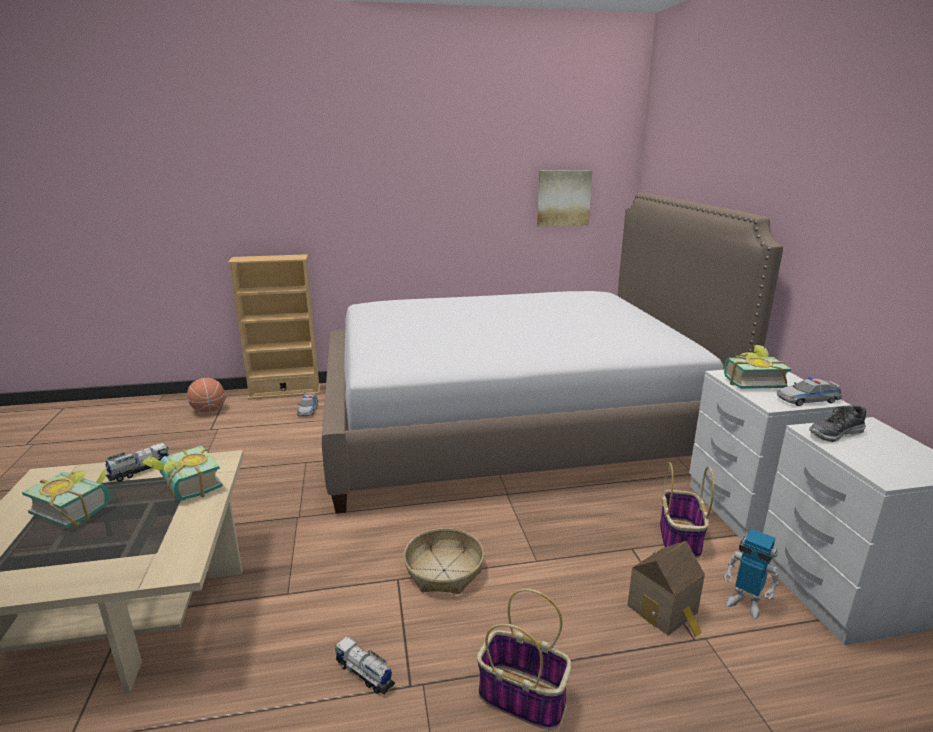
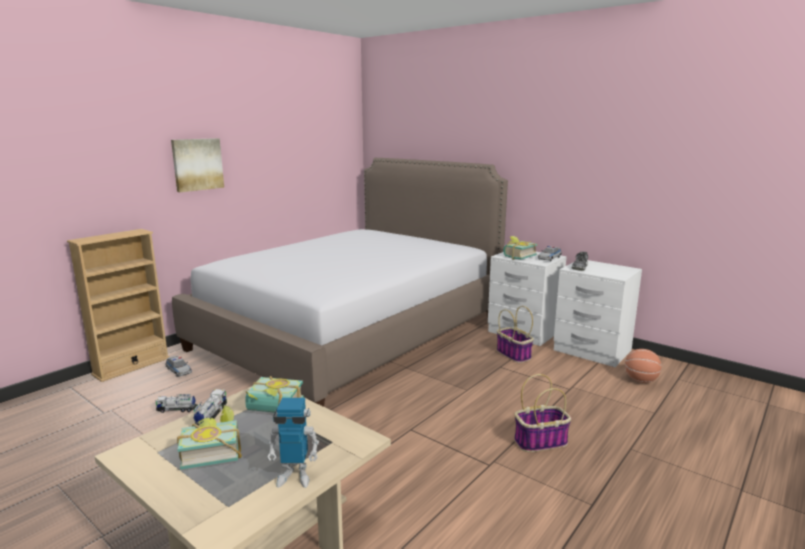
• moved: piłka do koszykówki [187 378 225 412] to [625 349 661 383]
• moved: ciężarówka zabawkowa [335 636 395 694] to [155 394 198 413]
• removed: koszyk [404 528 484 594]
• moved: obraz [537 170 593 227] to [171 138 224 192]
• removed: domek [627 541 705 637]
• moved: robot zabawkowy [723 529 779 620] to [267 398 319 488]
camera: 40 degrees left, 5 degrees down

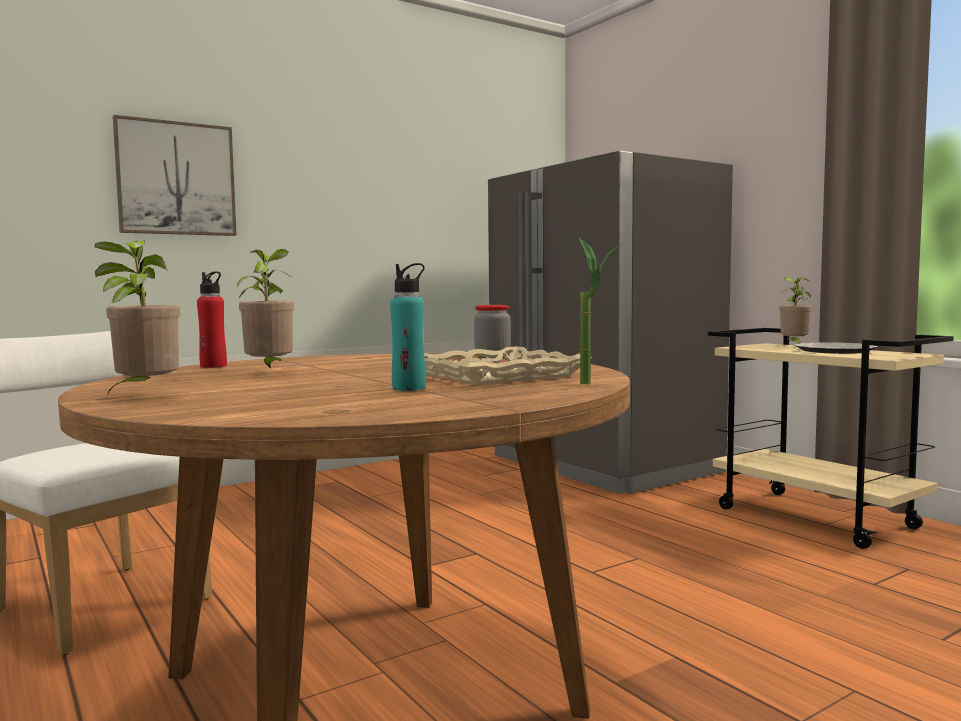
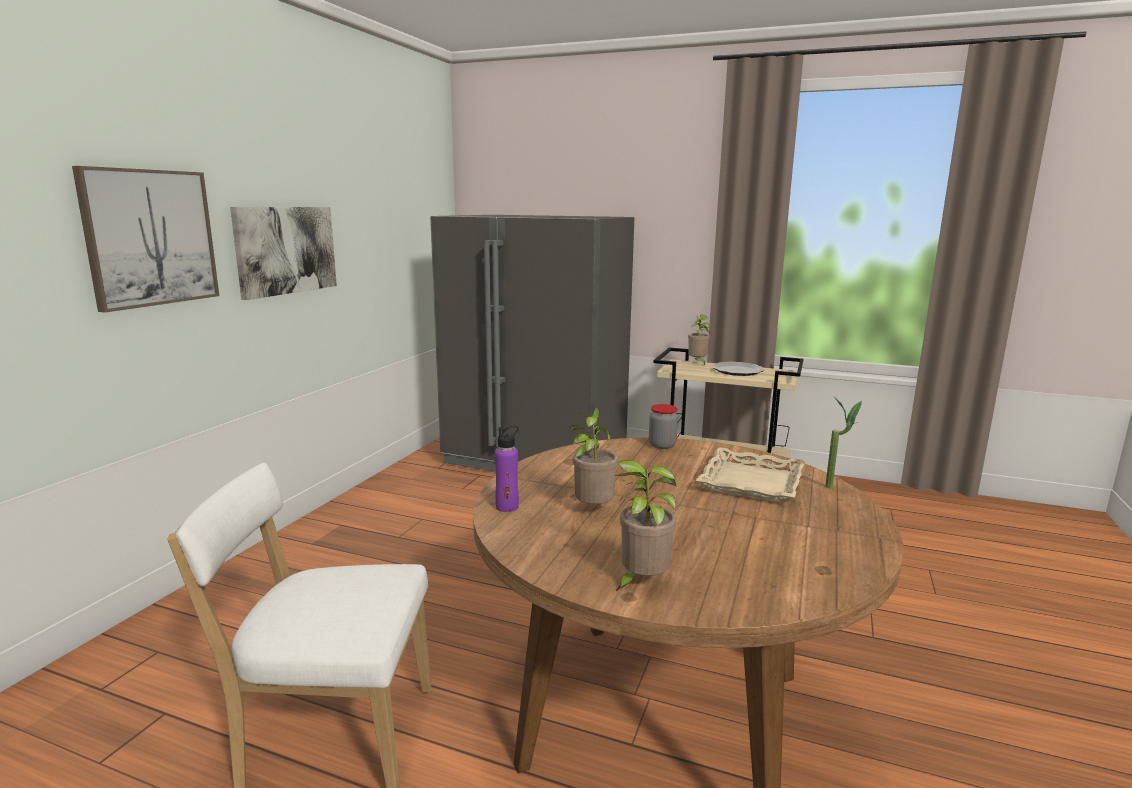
• recoloured: butelka (czerwony) [197 272 227 368] to butelka (fioletowy) [495 425 519 512]
• removed: butelka (turkusowy) [390 263 426 391]
• added: obraz [230 207 337 300]
camera: 35 degrees left, 10 degrees up

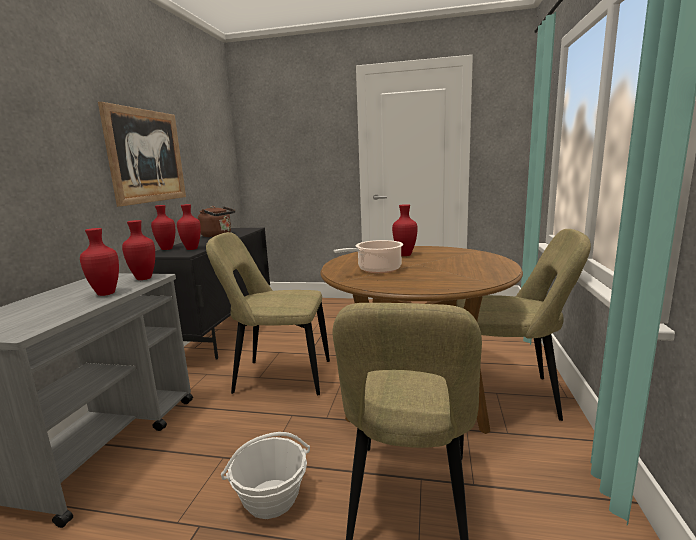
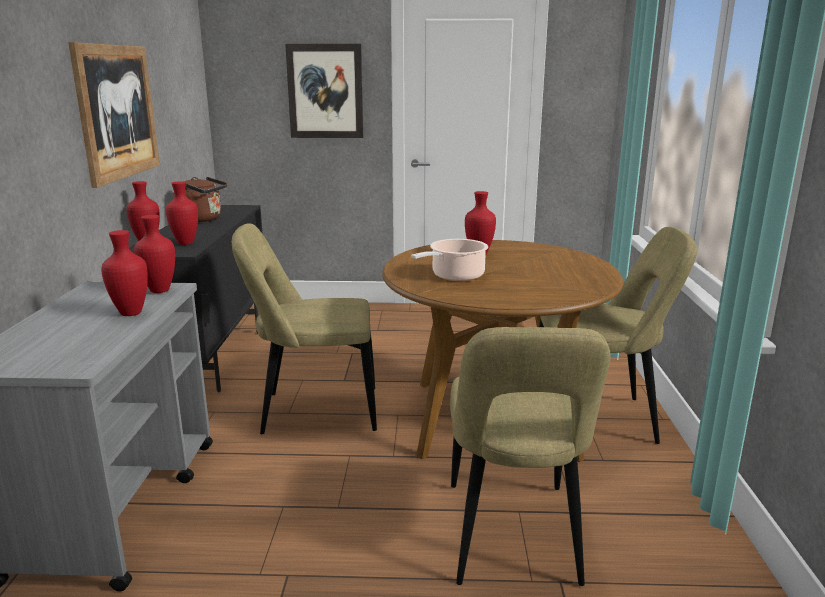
• removed: koszyk [221 432 310 519]
• added: obraz [285 44 364 138]
camera: 10 degrees left, 5 degrees up

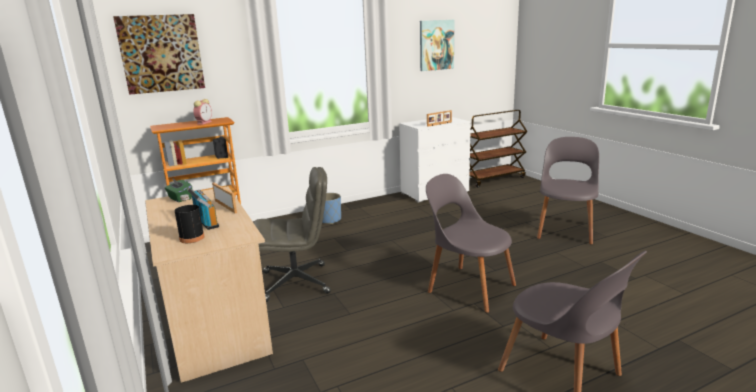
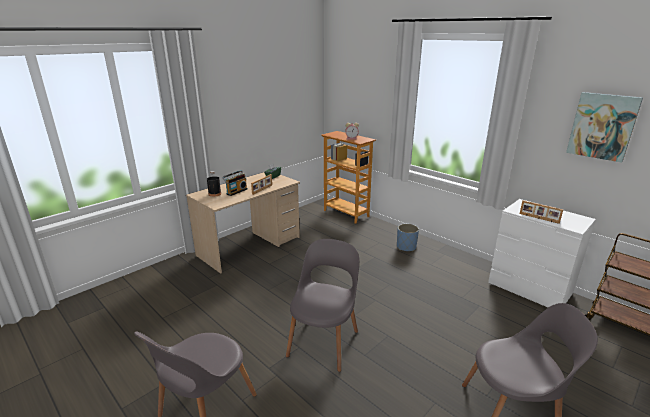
• removed: obraz [113 14 205 95]
• removed: krzesło biurowe (szary) [254 167 331 302]
camera: 70 degrees right, 5 degrees up

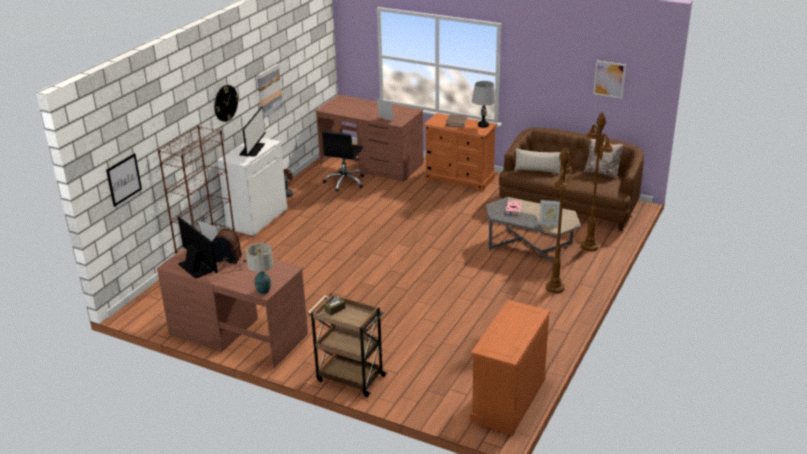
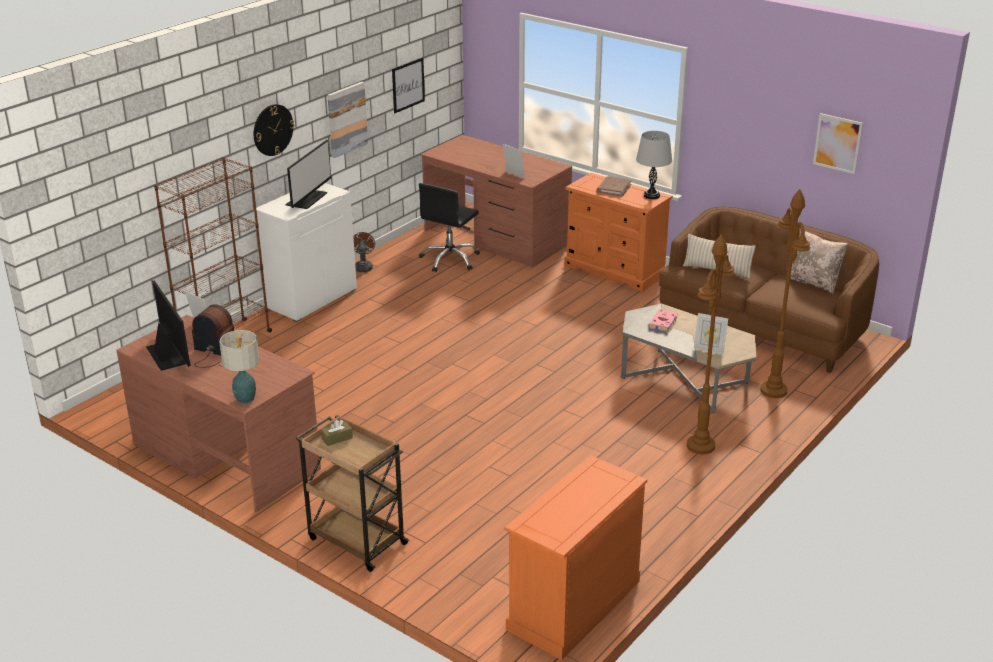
• moved: obraz [106 153 142 207] to [392 57 425 113]
camera: 10 degrees right, 0 degrees up

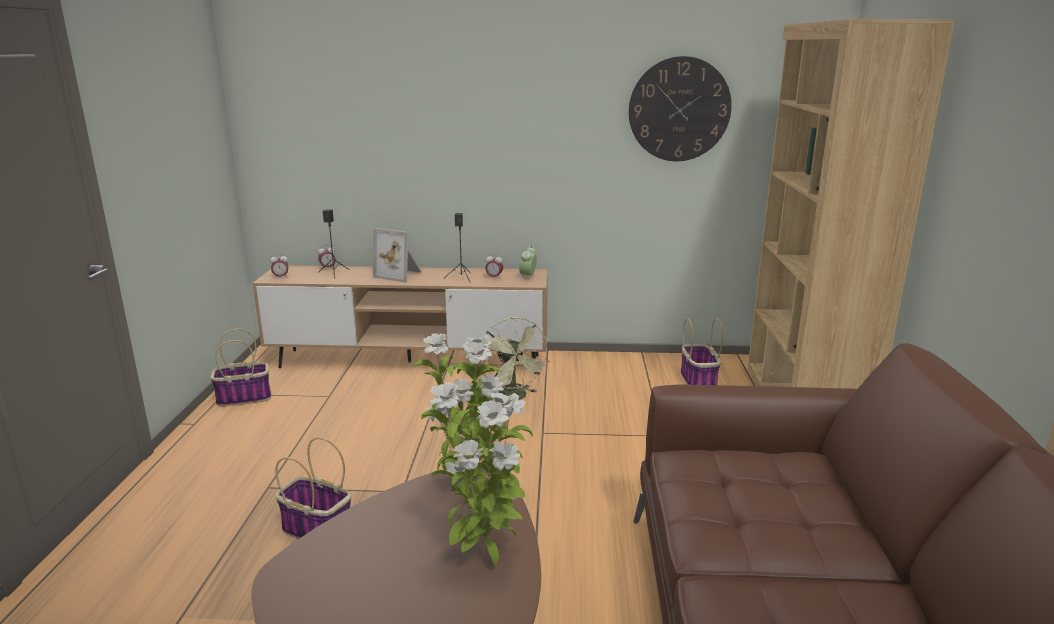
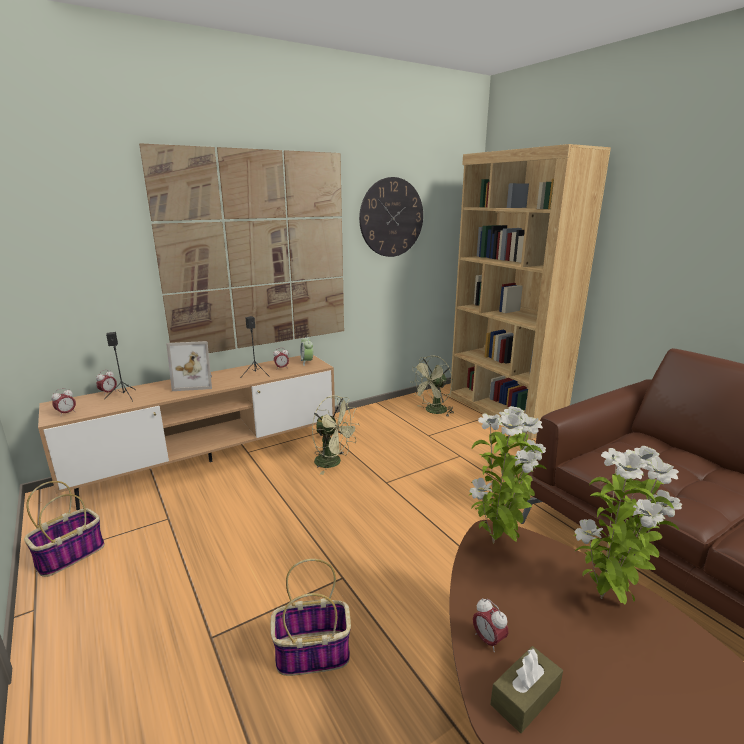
• replaced: koszyk [681 318 723 385] to wentylator (zielony) [410 355 453 417]
• added: obraz [139 143 344 353]
• added: budzik [473 598 508 652]
• added: pudełko chusteczek (brązowy) [490 646 563 733]
camera: 35 degrees left, 0 degrees up

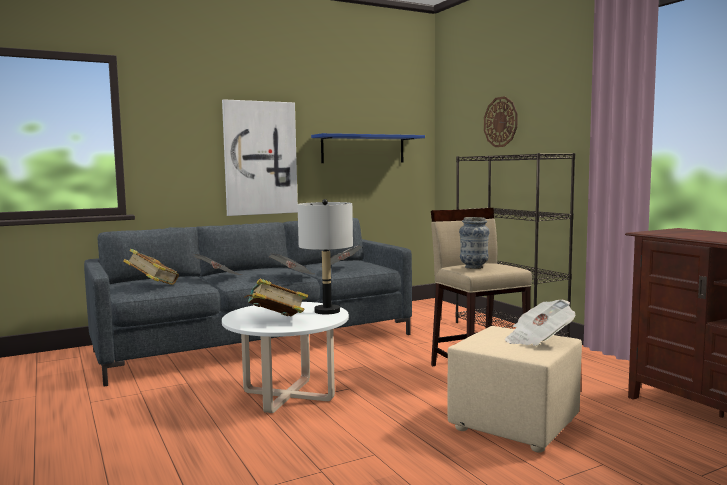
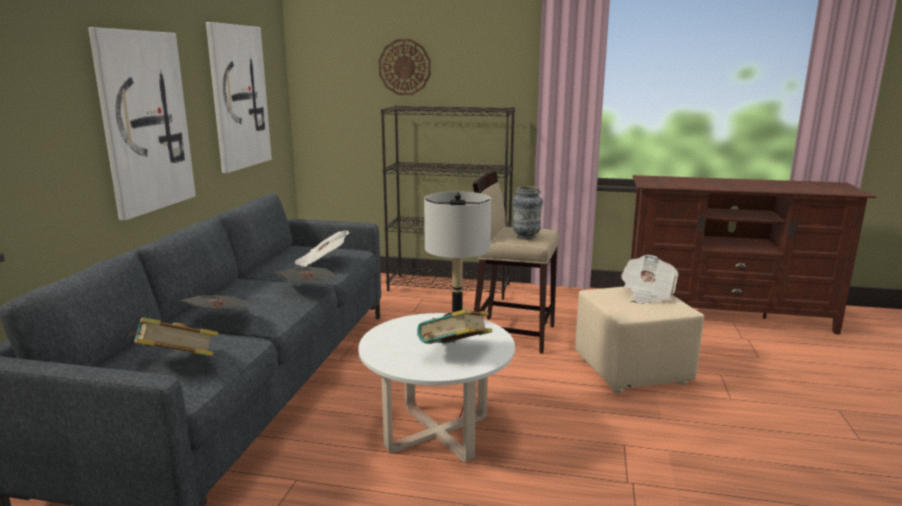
• replaced: półka (niebieski) [311 133 425 163] to obraz [206 22 272 173]
camera: 50 degrees left, 10 degrees up

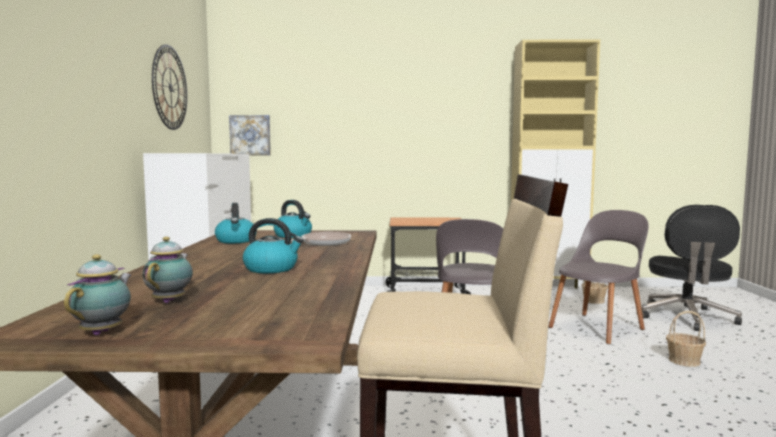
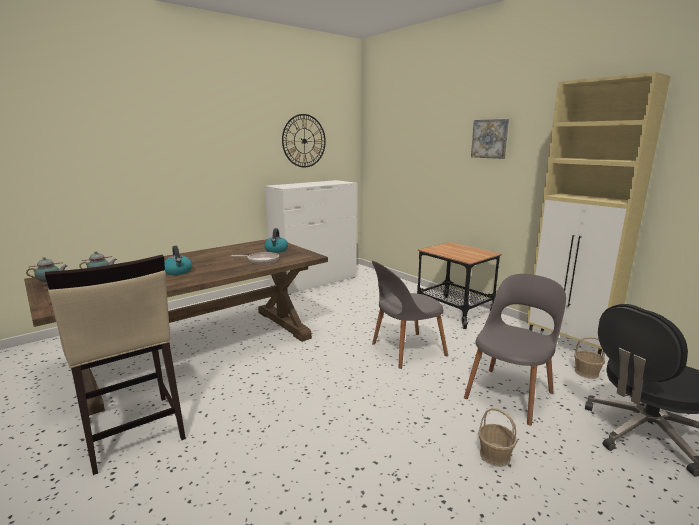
• removed: czajnik [215 203 257 243]
• moved: obraz [229 115 271 155] to [471 119 509 159]
• turned: krzesło (szary) [548 210 649 344] = [464 274 566 425] 60 degrees counterclockwise
camera: 50 degrees right, 10 degrees up

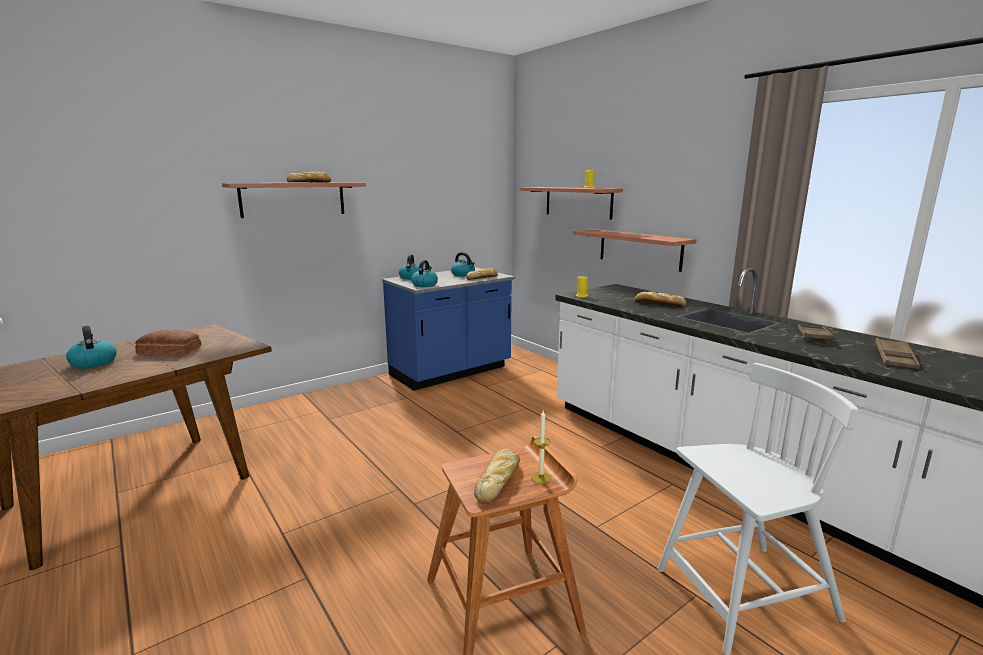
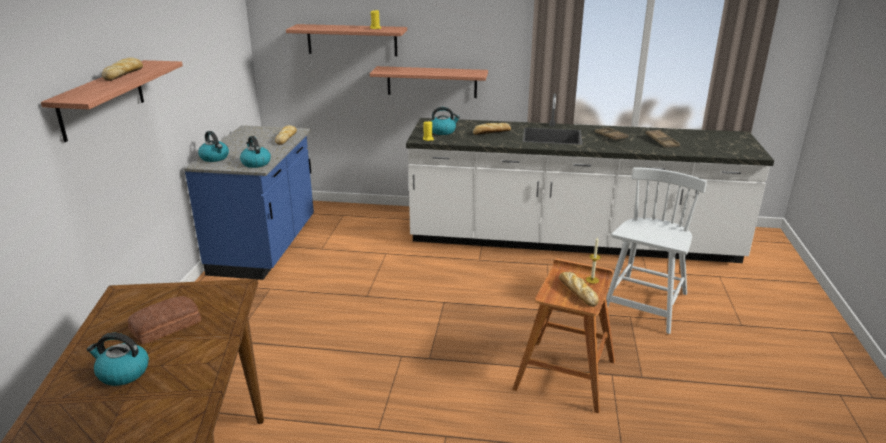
• moved: czajnik [451 252 475 277] to [431 107 460 135]
camera: 45 degrees left, 10 degrees up

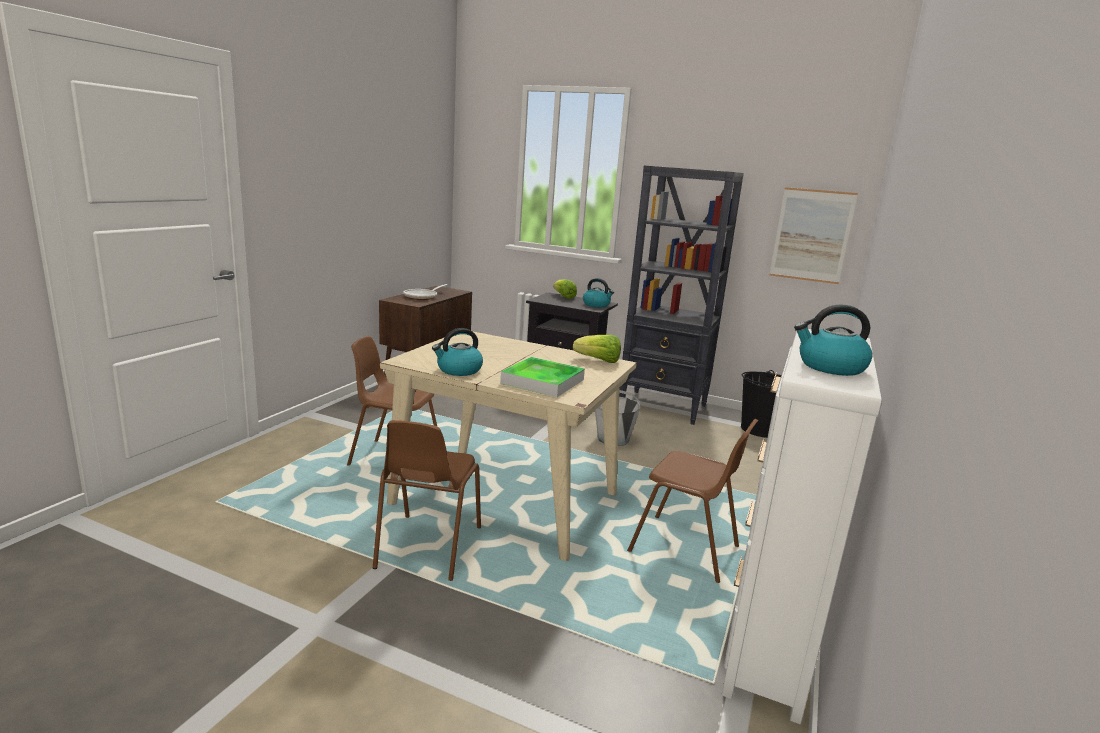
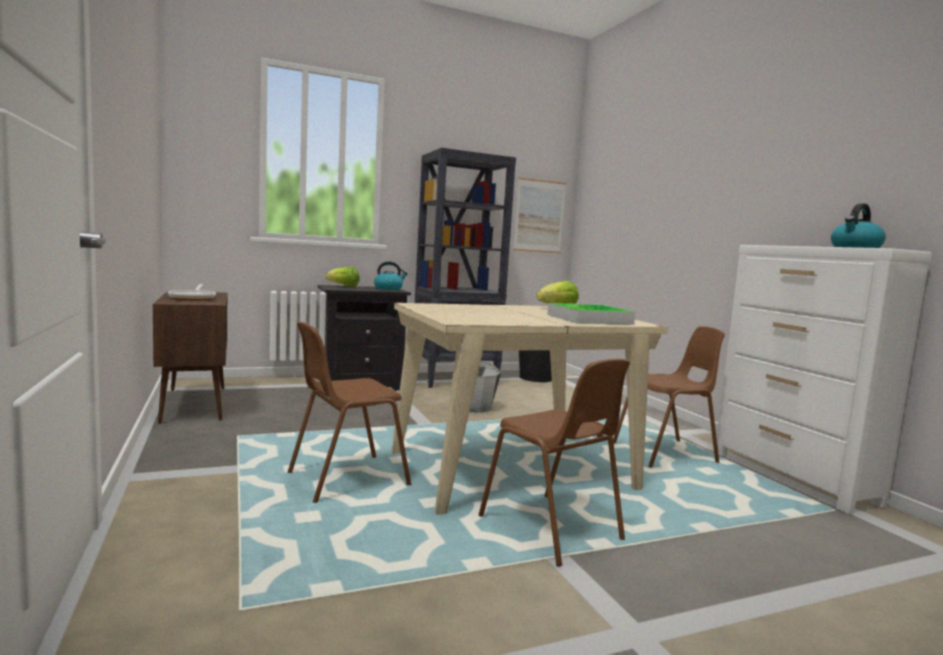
• removed: czajnik [432 328 483 376]
camera: 45 degrees left, 10 degrees down

